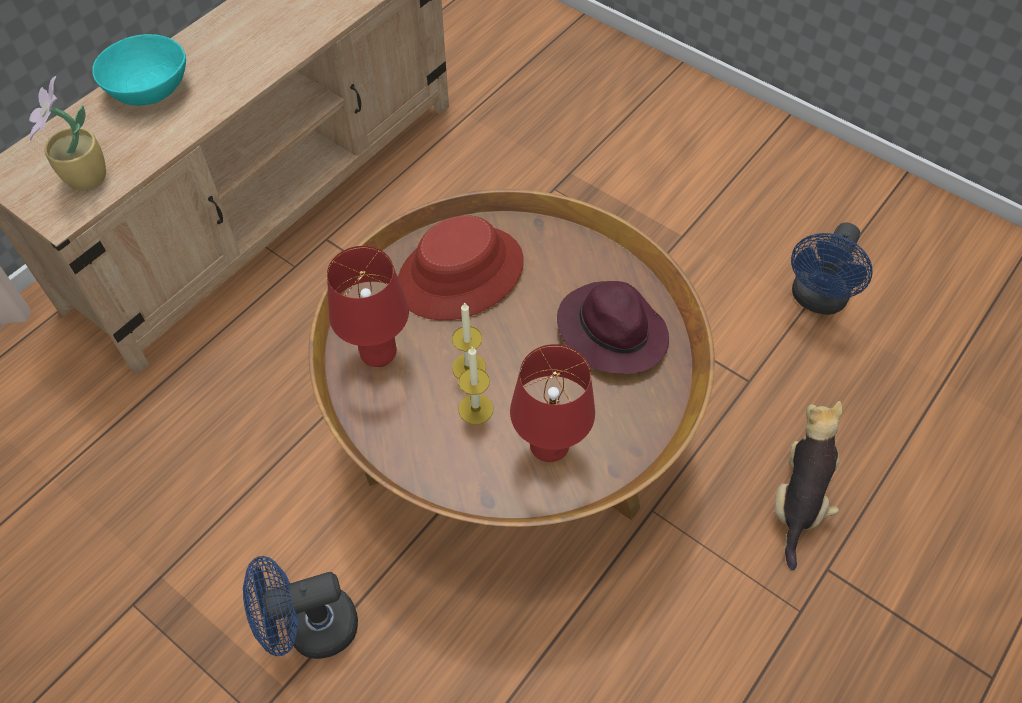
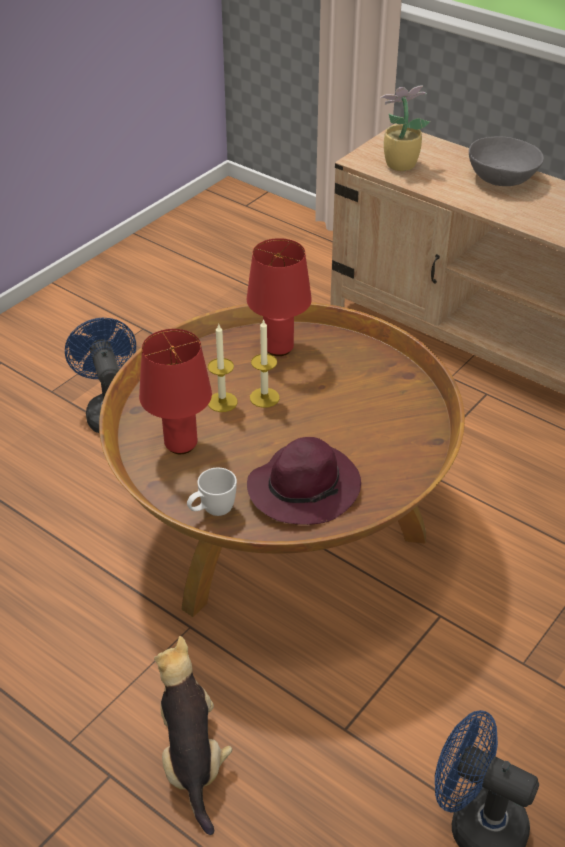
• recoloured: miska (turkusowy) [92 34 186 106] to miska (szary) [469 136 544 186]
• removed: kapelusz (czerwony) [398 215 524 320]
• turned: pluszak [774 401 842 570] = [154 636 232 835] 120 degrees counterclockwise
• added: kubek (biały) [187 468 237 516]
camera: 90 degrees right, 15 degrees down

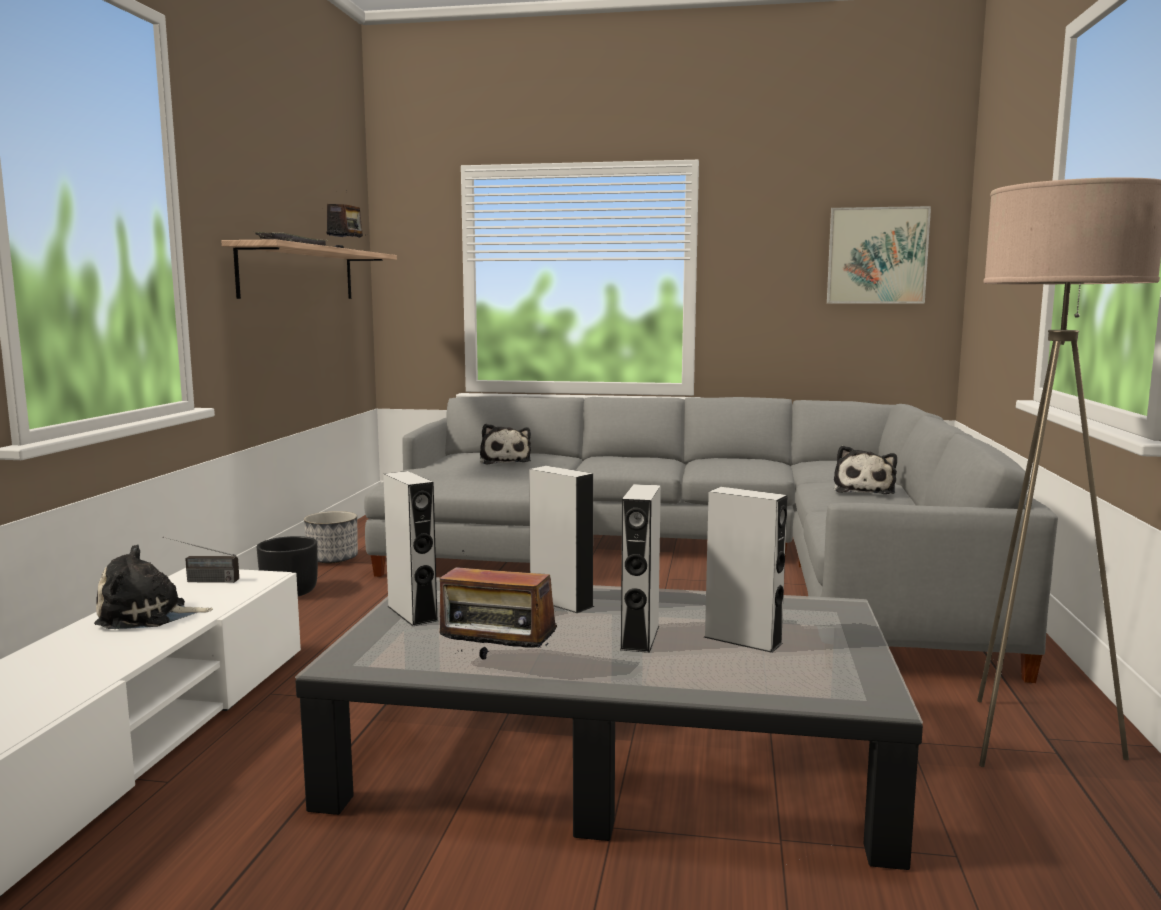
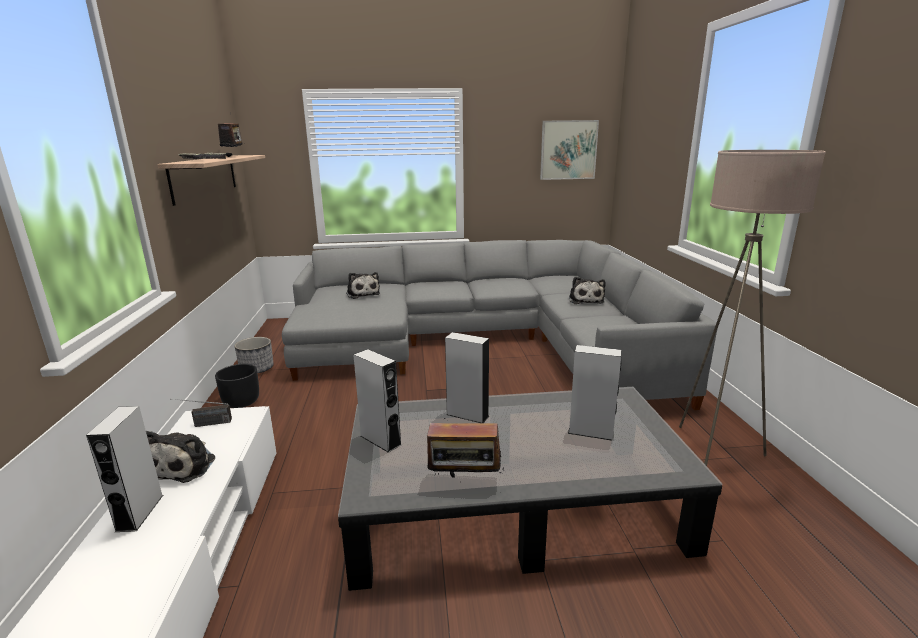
• turned: pluszak [94 544 213 629] = [146 431 215 483] 60 degrees counterclockwise
• moved: głośnik (szary) [620 484 661 653] to [86 406 163 532]
camera: 15 degrees left, 10 degrees up

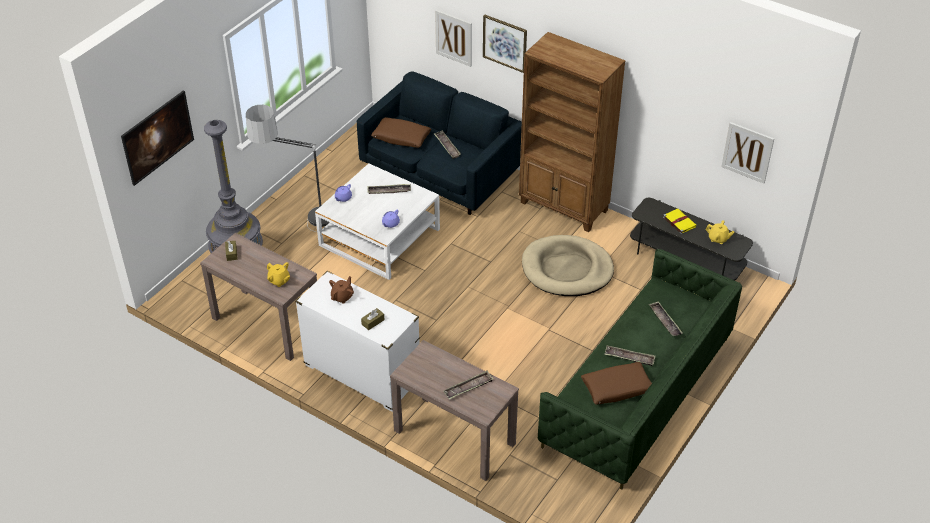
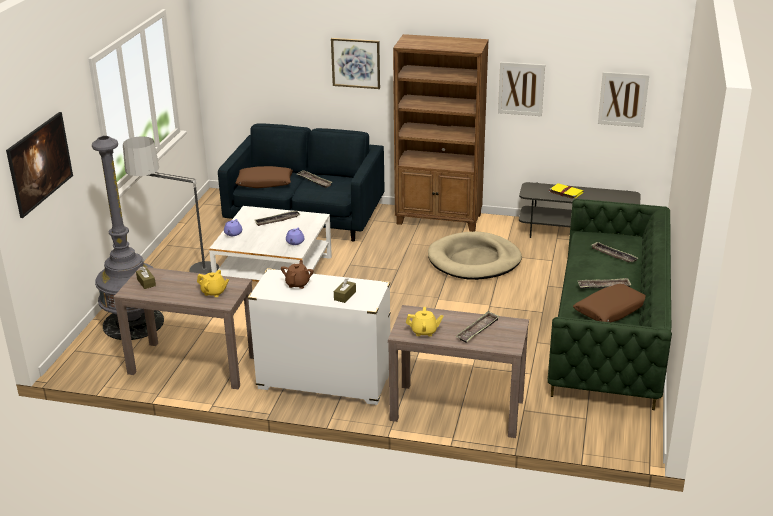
• moved: obraz [435 10 472 67] to [498 62 545 116]
• moved: imbryk (żółty) [705 220 735 244] to [406 307 443 336]
camera: 20 degrees left, 15 degrees down

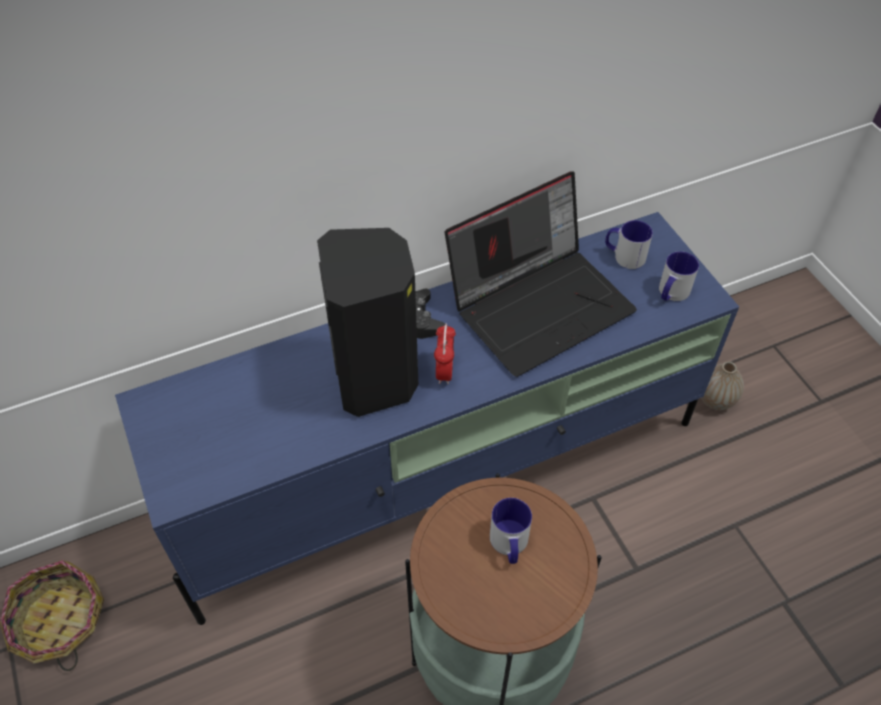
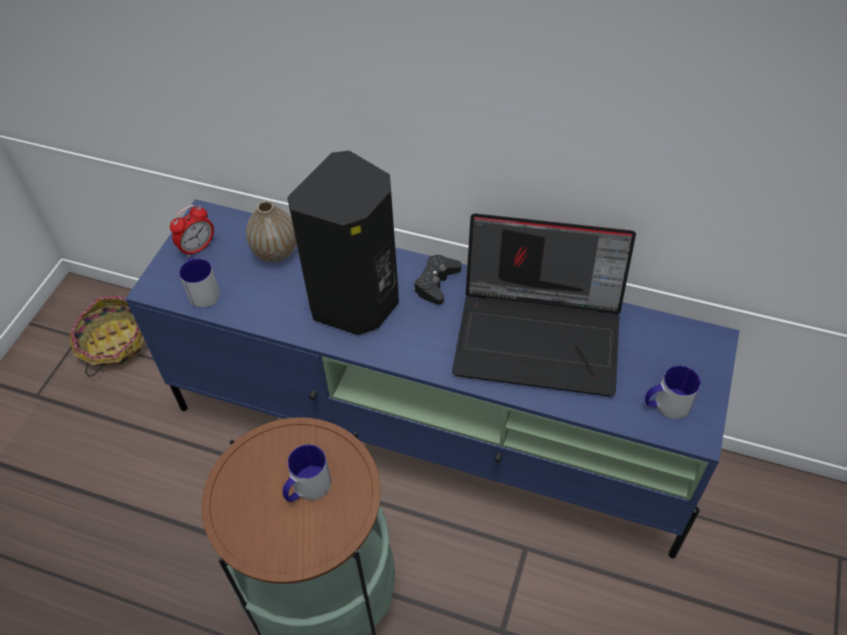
• moved: budzik [434 323 456 384] to [170 205 214 257]
• moved: kubek [605 220 653 269] to [179 258 220 308]
• moved: wazon [701 361 744 410] to [246 200 297 262]
camera: 45 degrees right, 0 degrees up

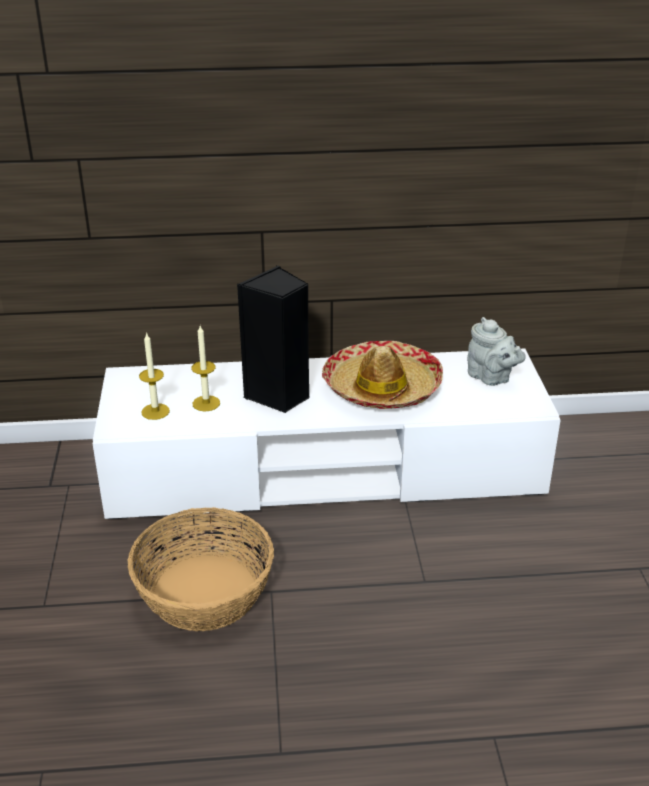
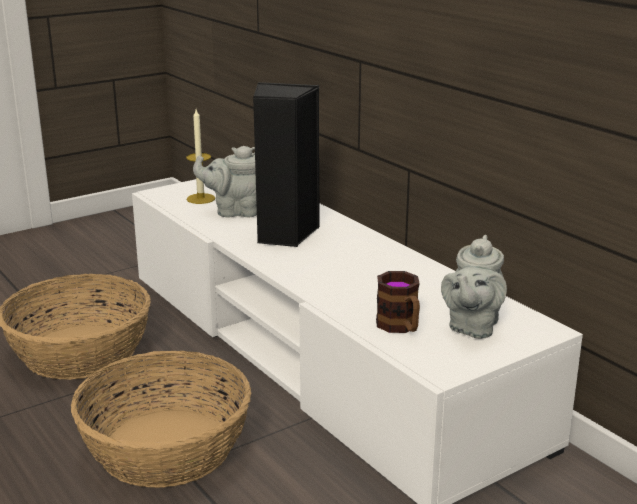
• replaced: świeca [191 326 220 411] to imbryk (szary) [193 146 257 218]
• removed: kapelusz [322 341 443 409]
• added: koszyk [71 351 251 488]
• added: kubek [376 271 420 333]
camera: 60 degrees right, 10 degrees down

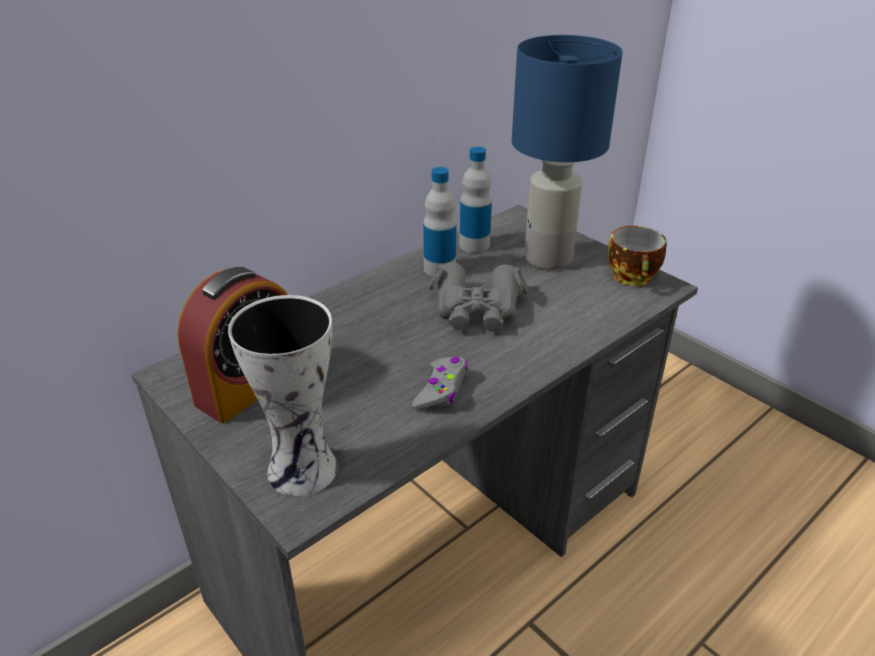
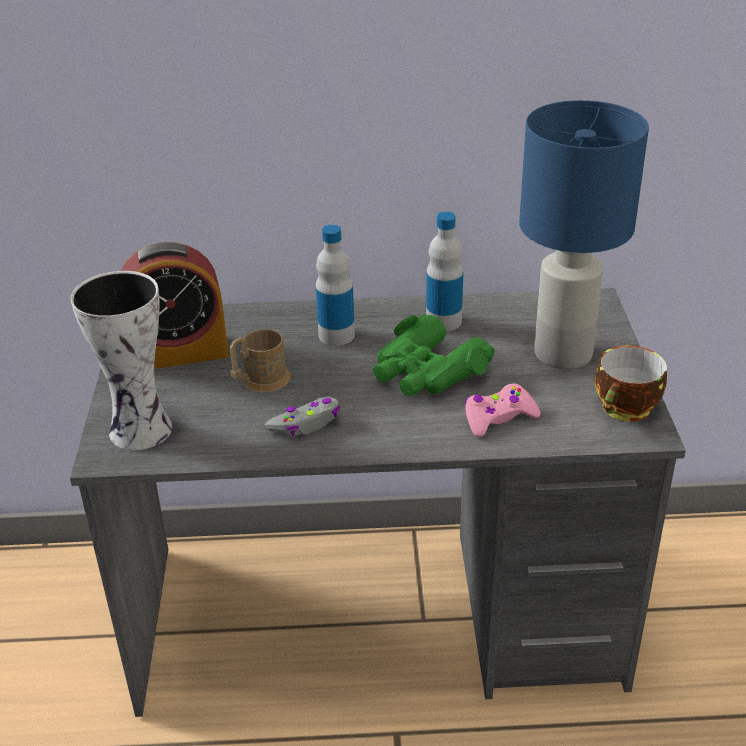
• recoloured: lornetka (szary) [428 262 528 332] to lornetka (zielony) [373 314 495 397]
• moved: butelka [459 147 492 253] to [316 225 355 346]
• added: kubek (brązowy) [230 329 291 392]
• added: pad do gier (różowy) [465 384 541 437]
camera: 40 degrees right, 0 degrees up

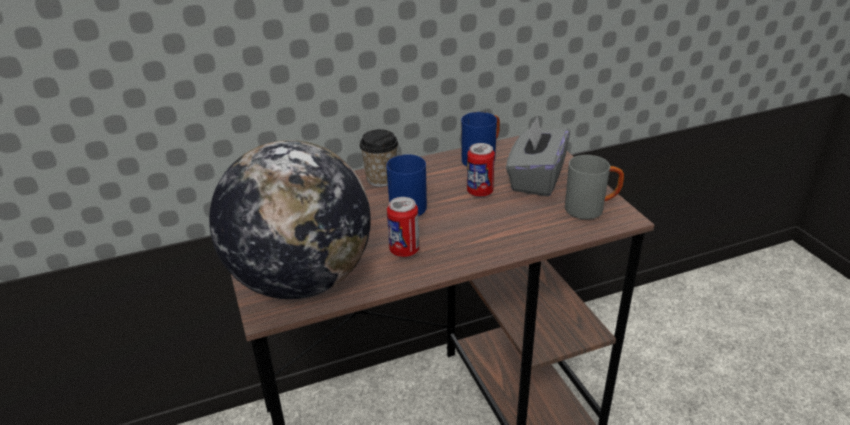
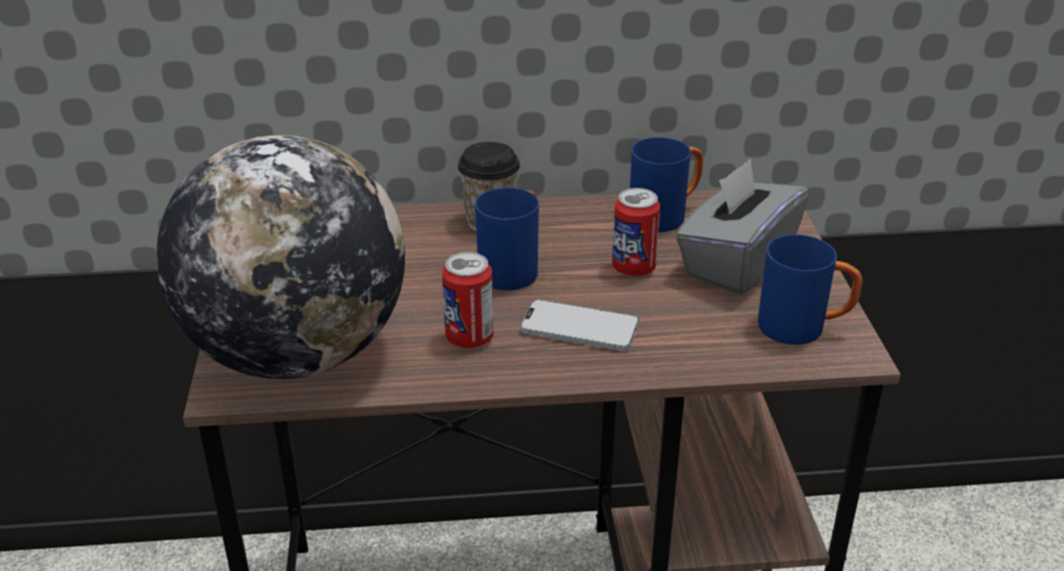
• recoloured: kubek (szary) [565 155 624 219] to kubek (niebieski) [758 234 862 345]
• added: telefon [521 299 639 351]
camera: 15 degrees right, 0 degrees up

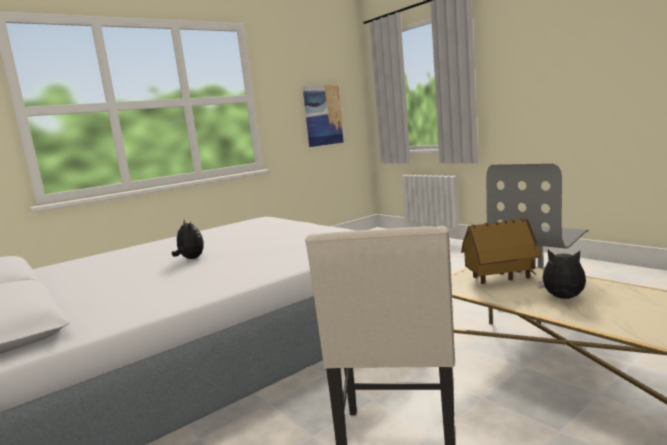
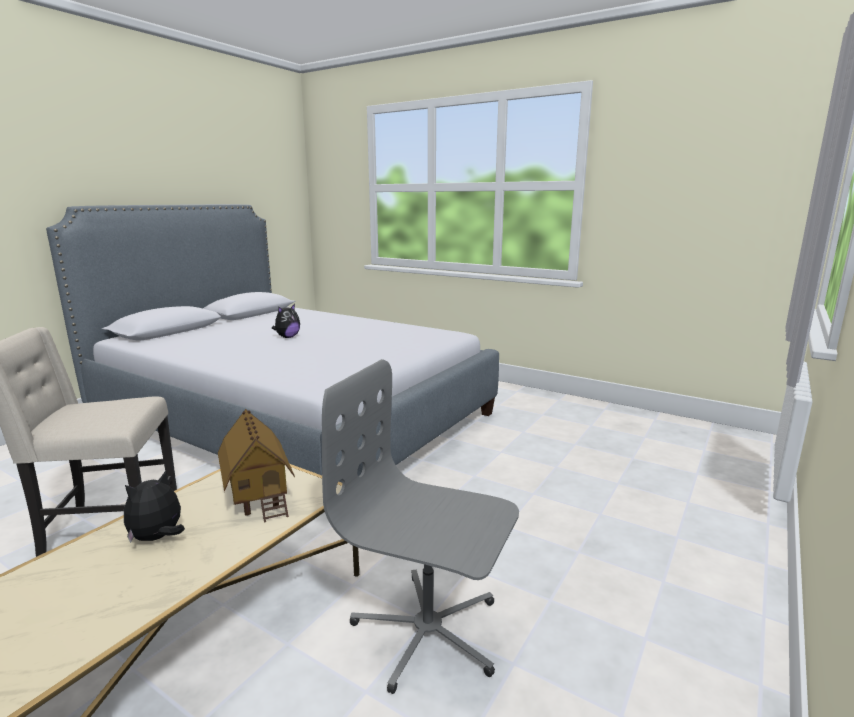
• removed: obraz [303 85 344 147]
• turned: pluszak [538 250 586 299] = [124 471 185 543] 150 degrees counterclockwise
camera: 70 degrees right, 5 degrees up

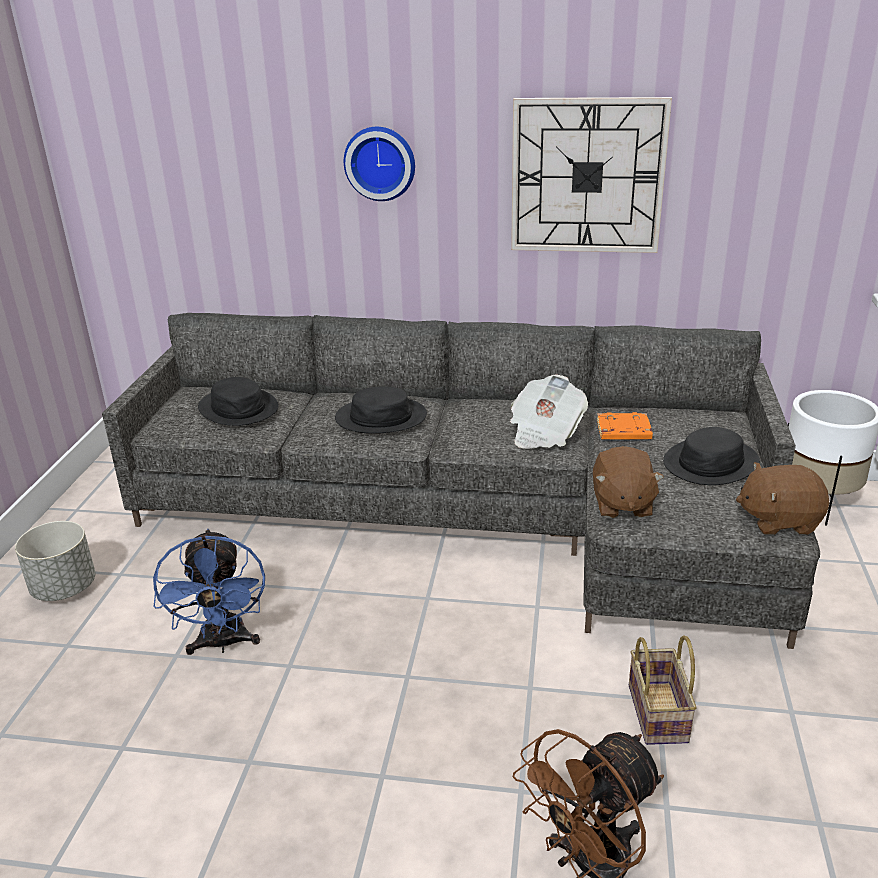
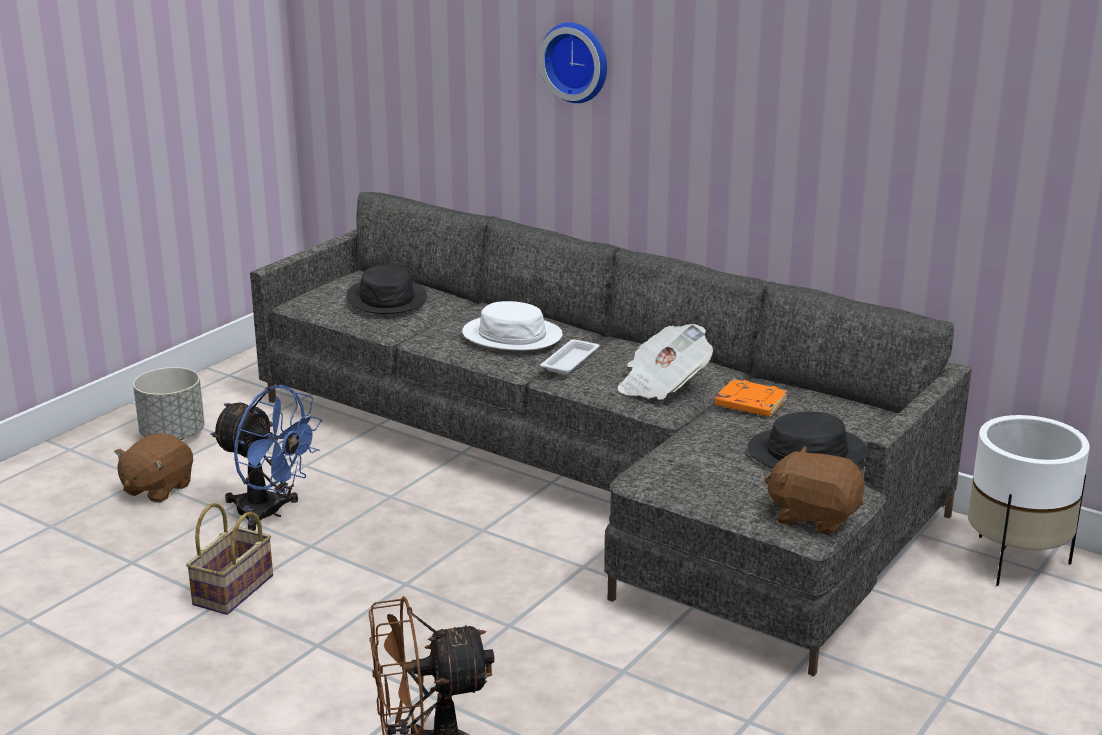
• turned: wentylator (niebieski) [153 529 265 655] = [210 385 322 531] 75 degrees counterclockwise
• recoloured: kapelusz (czarny) [335 386 427 434] to kapelusz (biały) [462 301 563 350]
• removed: zegar ścienny [511 97 672 253]
• moved: pluszak (brązowy) [593 446 664 518] to [114 433 193 503]
• moved: koszyk [629 636 697 745] to [186 503 273 615]
• added: taca (biały) [540 339 600 374]
camera: 25 degrees right, 5 degrees down

